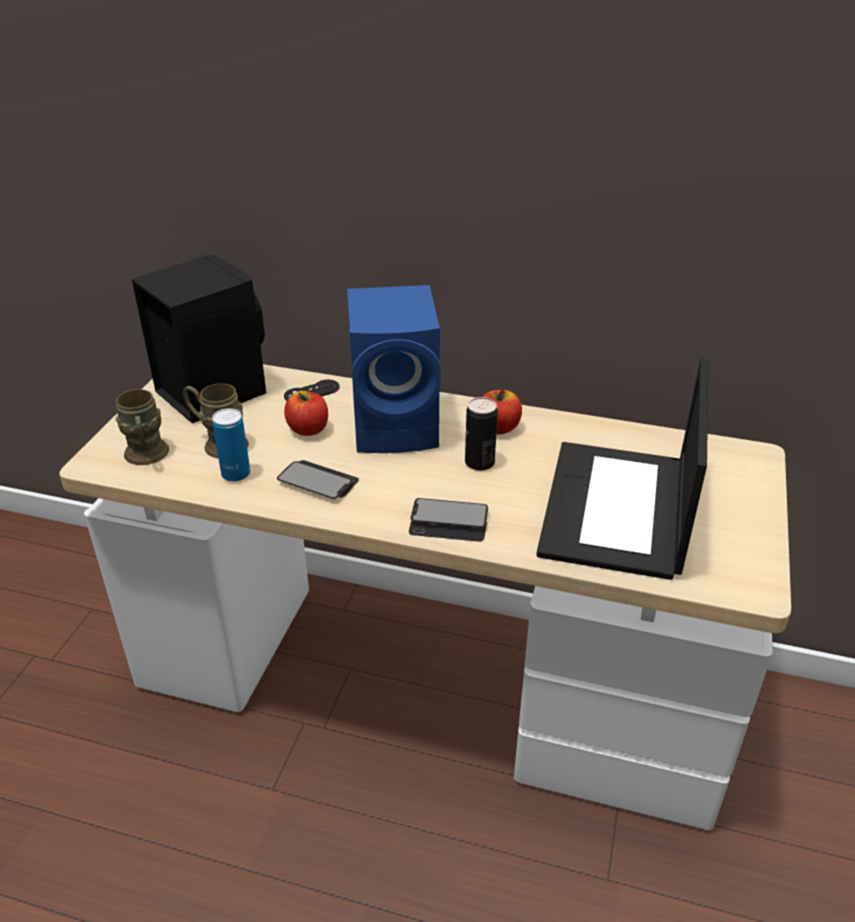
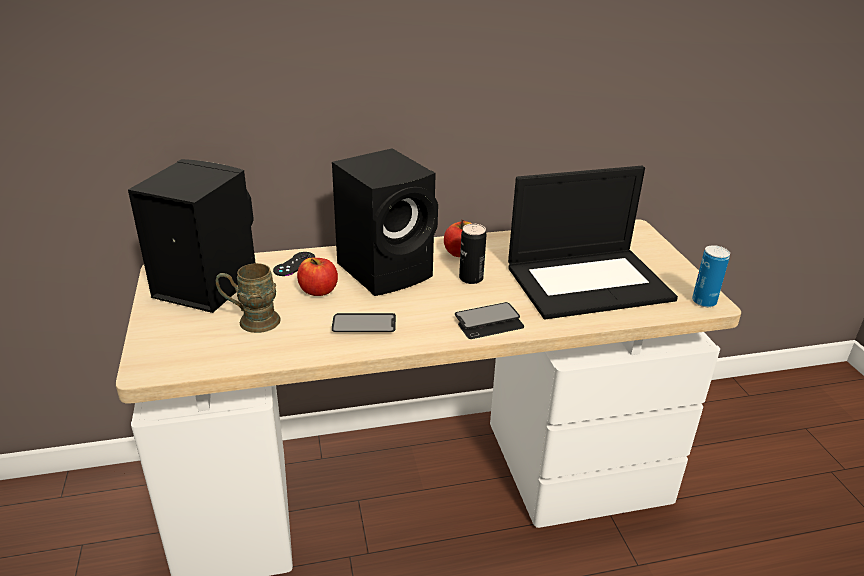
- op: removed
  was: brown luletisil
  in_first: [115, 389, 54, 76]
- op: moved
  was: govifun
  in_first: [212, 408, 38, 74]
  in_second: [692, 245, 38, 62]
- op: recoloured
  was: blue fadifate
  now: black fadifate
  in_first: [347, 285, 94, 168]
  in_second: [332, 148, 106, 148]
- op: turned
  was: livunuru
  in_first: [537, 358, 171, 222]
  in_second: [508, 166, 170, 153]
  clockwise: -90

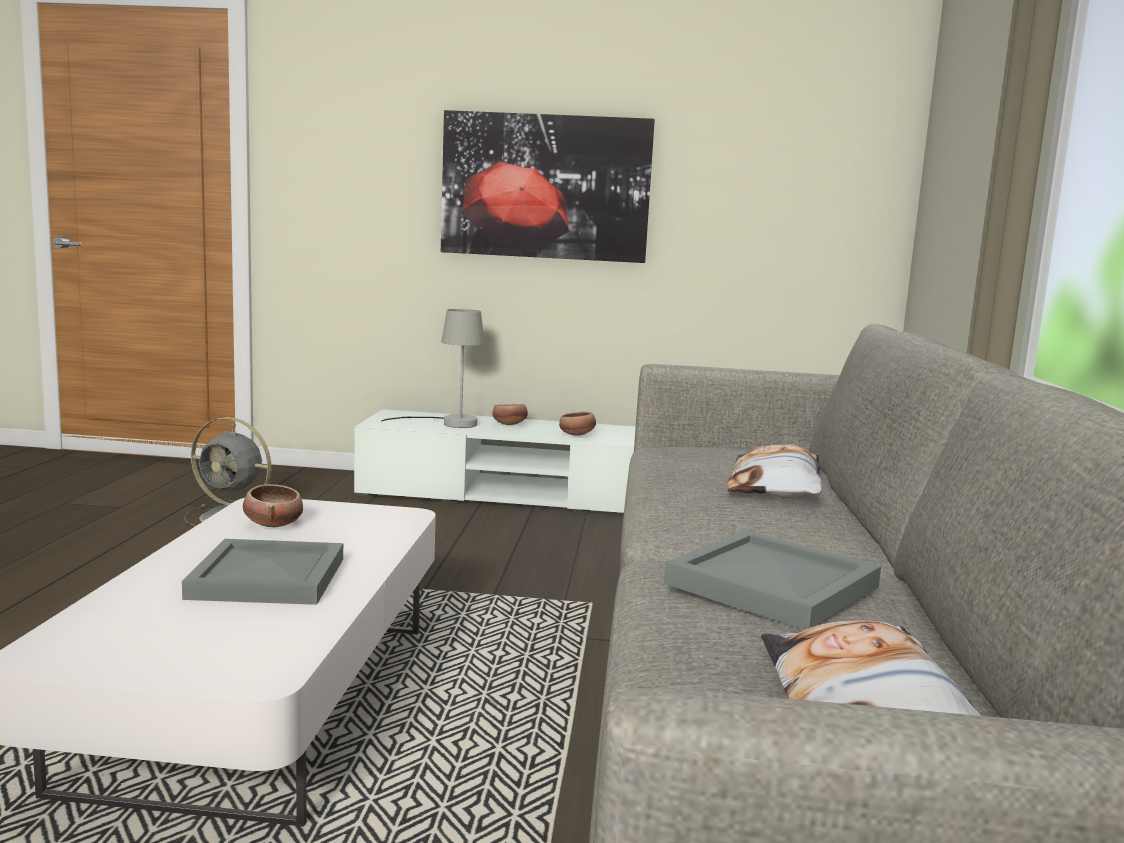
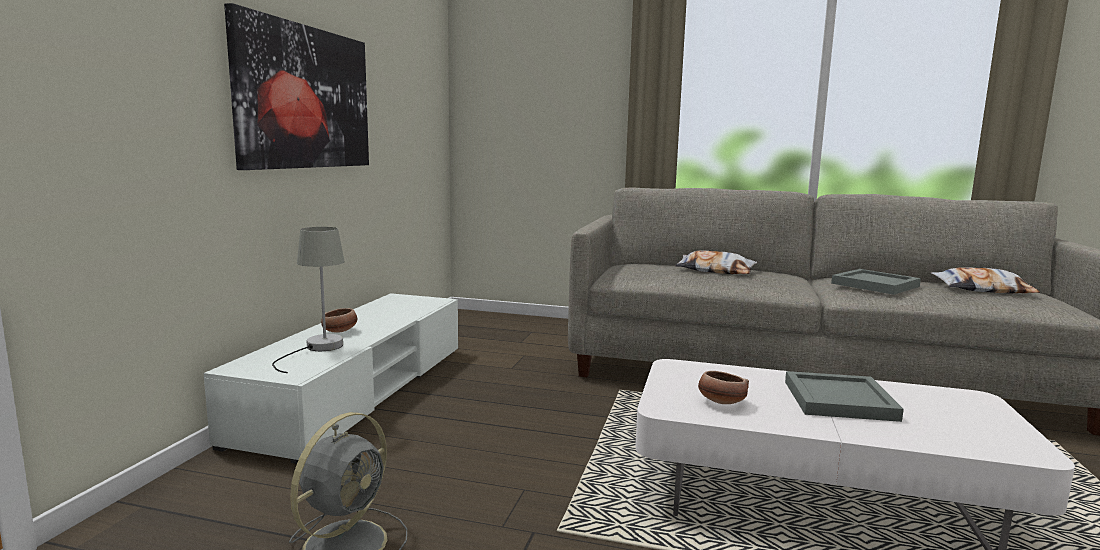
- op: removed
  was: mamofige
  in_first: [559, 412, 37, 24]

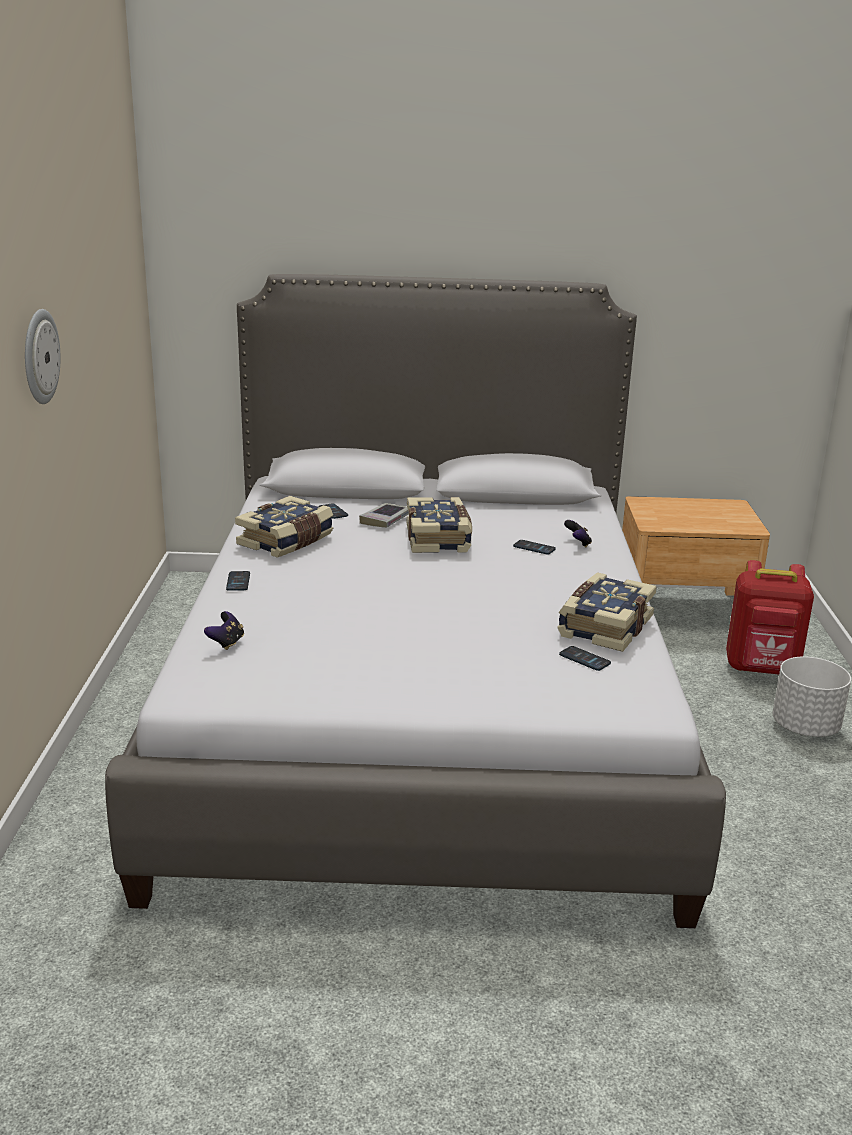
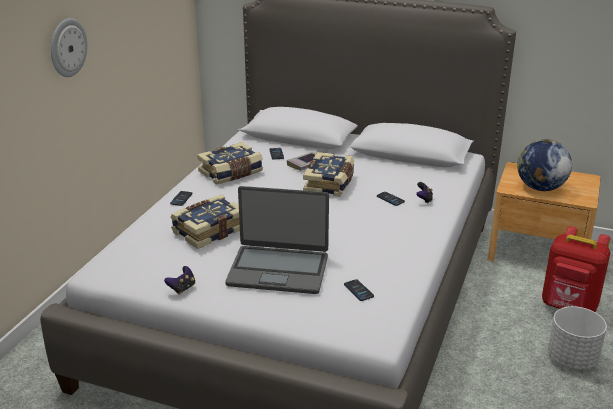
- op: added
  now: livunuru
  in_second: [225, 186, 104, 108]
- op: added
  now: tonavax
  in_second: [517, 139, 55, 52]
- op: moved
  was: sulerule
  in_first: [204, 611, 40, 39]
  in_second: [164, 266, 31, 28]
- op: moved
  was: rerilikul
  in_first: [557, 572, 100, 80]
  in_second: [170, 195, 70, 54]

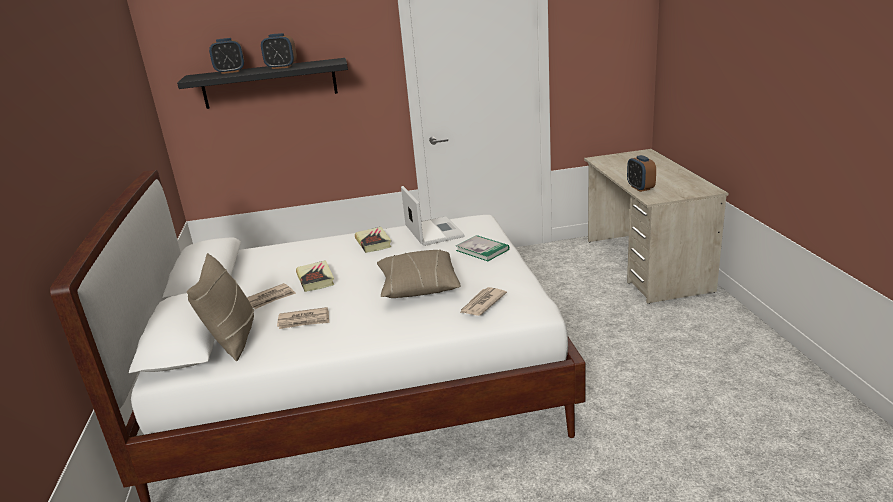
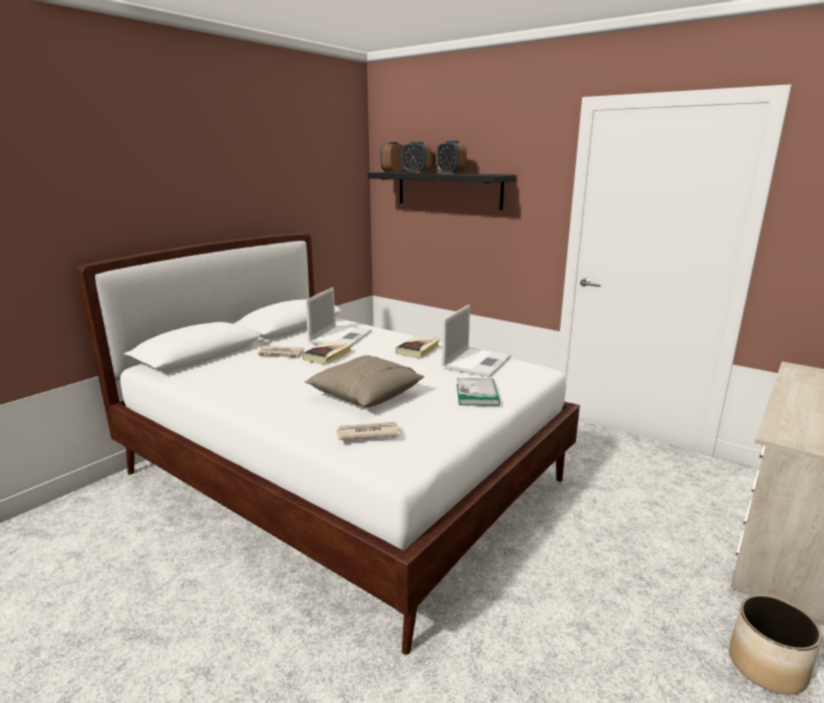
- op: removed
  was: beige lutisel
  in_first: [187, 253, 67, 108]
- op: removed
  was: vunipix
  in_first: [277, 307, 52, 22]
- op: added
  now: livunuru
  in_second: [305, 287, 67, 60]
- op: added
  now: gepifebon
  in_second: [729, 595, 93, 100]
- op: moved
  was: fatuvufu
  in_first: [627, 155, 29, 37]
  in_second: [380, 142, 23, 30]

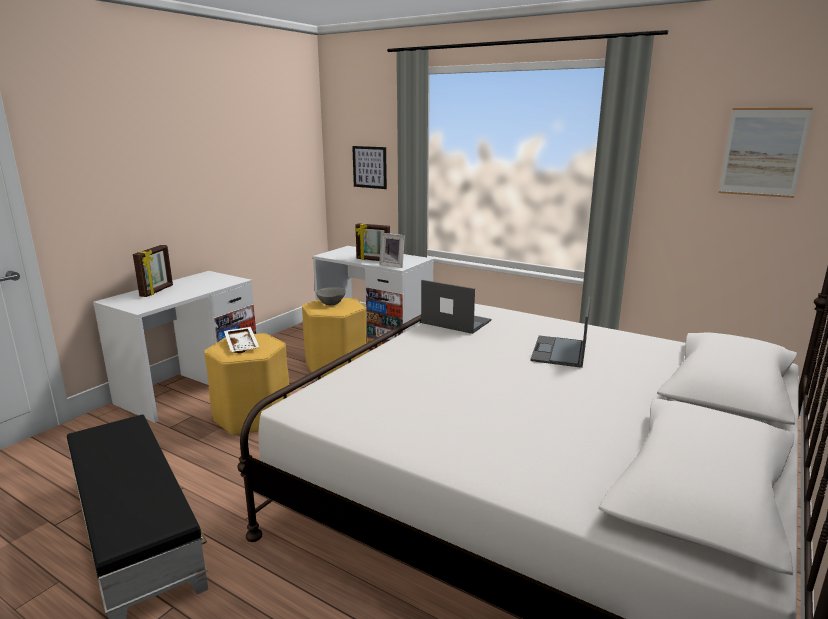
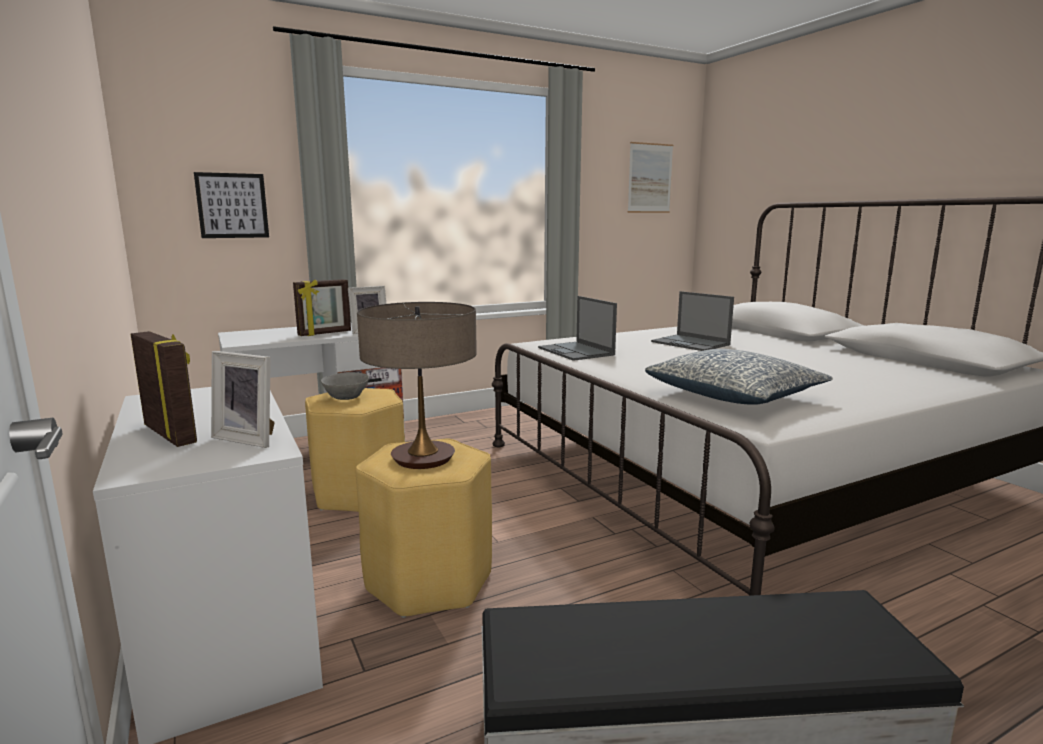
- op: added
  now: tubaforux
  in_second: [211, 351, 64, 97]
- op: added
  now: lutisel
  in_second: [645, 349, 188, 56]
- op: replaced
  was: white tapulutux
  now: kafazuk
  in_first: [224, 327, 35, 26]
  in_second: [357, 302, 120, 167]
- op: turned
  was: livunuru
  in_first: [421, 280, 70, 54]
  in_second: [538, 296, 79, 65]
  clockwise: -90

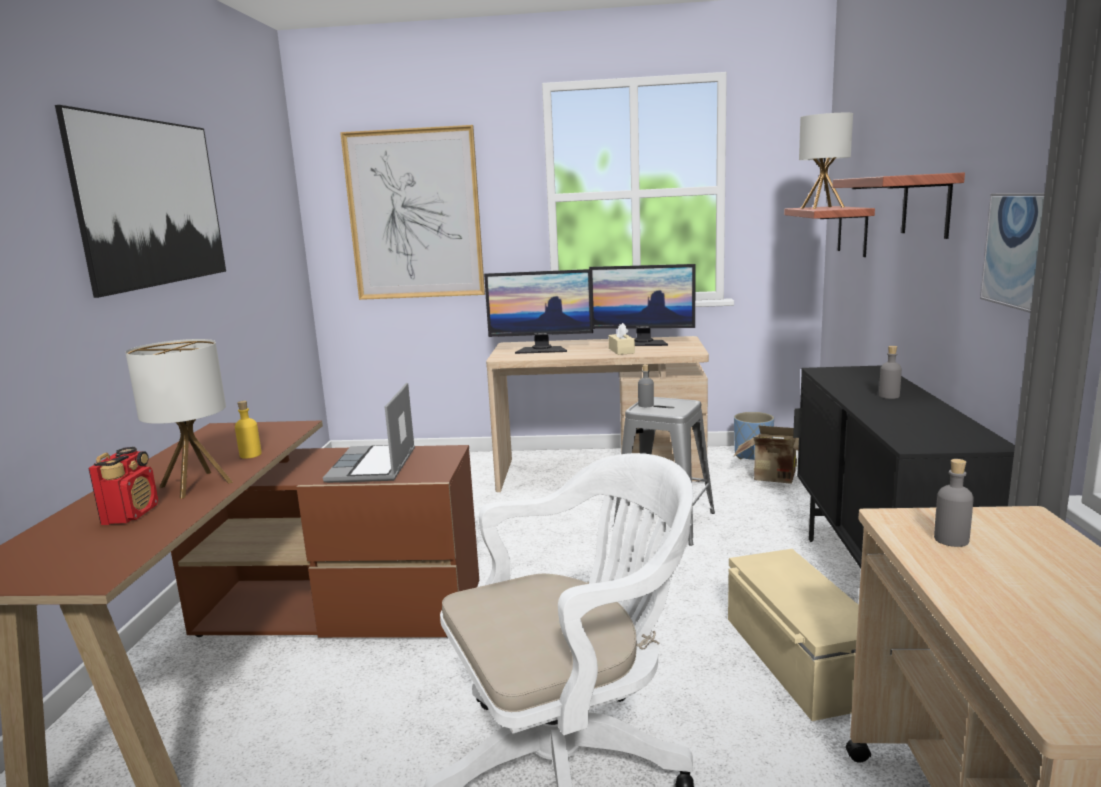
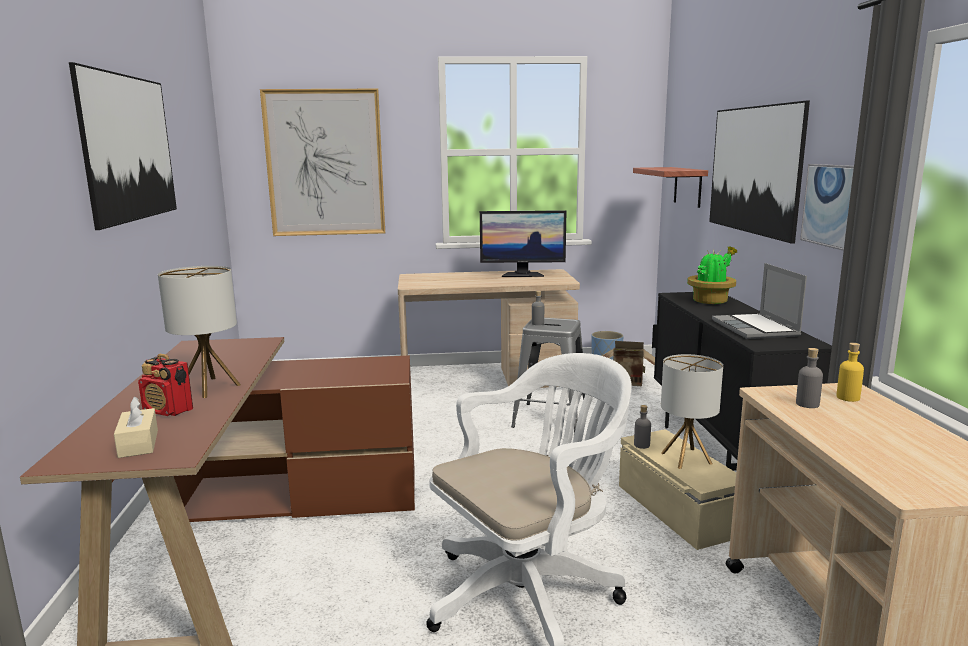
- op: removed
  was: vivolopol
  in_first: [484, 269, 109, 85]
- op: added
  now: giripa
  in_second: [687, 246, 50, 58]
- op: moved
  was: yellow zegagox
  in_first: [235, 401, 27, 58]
  in_second: [836, 343, 28, 59]
- op: moved
  was: livunuru
  in_first: [323, 383, 92, 100]
  in_second: [712, 263, 95, 76]
- op: moved
  was: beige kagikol
  in_first: [608, 323, 27, 32]
  in_second: [114, 397, 44, 61]
- op: moved
  was: kafazuk
  in_first: [799, 113, 54, 96]
  in_second: [661, 354, 62, 115]
- op: moved
  was: grey zegagox
  in_first: [879, 346, 23, 53]
  in_second: [634, 405, 17, 44]
- op: replaced
  was: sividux
  now: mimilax
  in_first: [832, 172, 133, 67]
  in_second: [709, 101, 101, 143]
- op: turned
  was: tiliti
  in_first: [88, 447, 70, 78]
  in_second: [138, 354, 55, 62]
  clockwise: 120

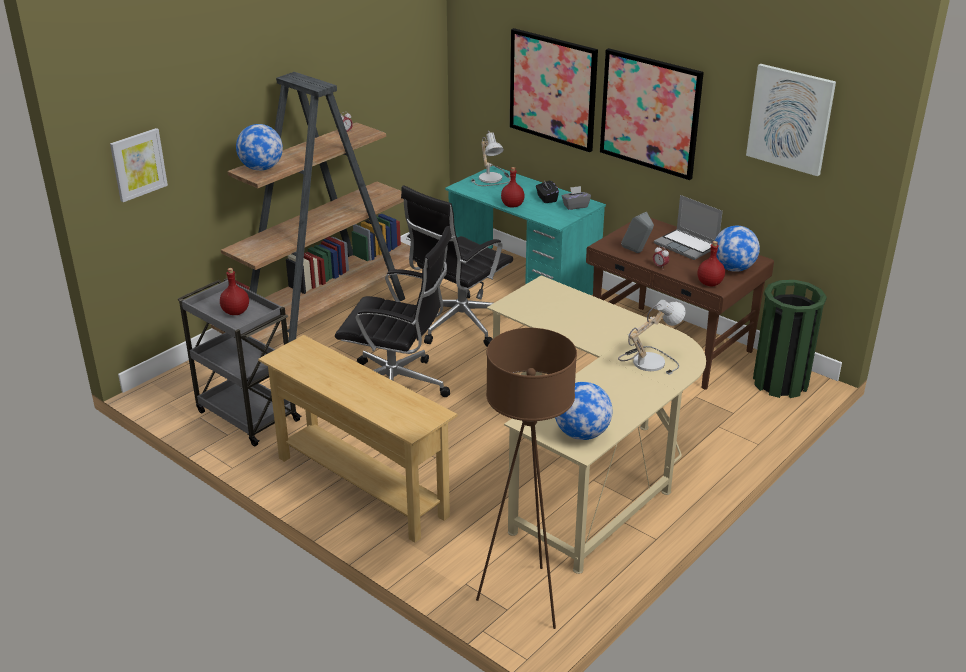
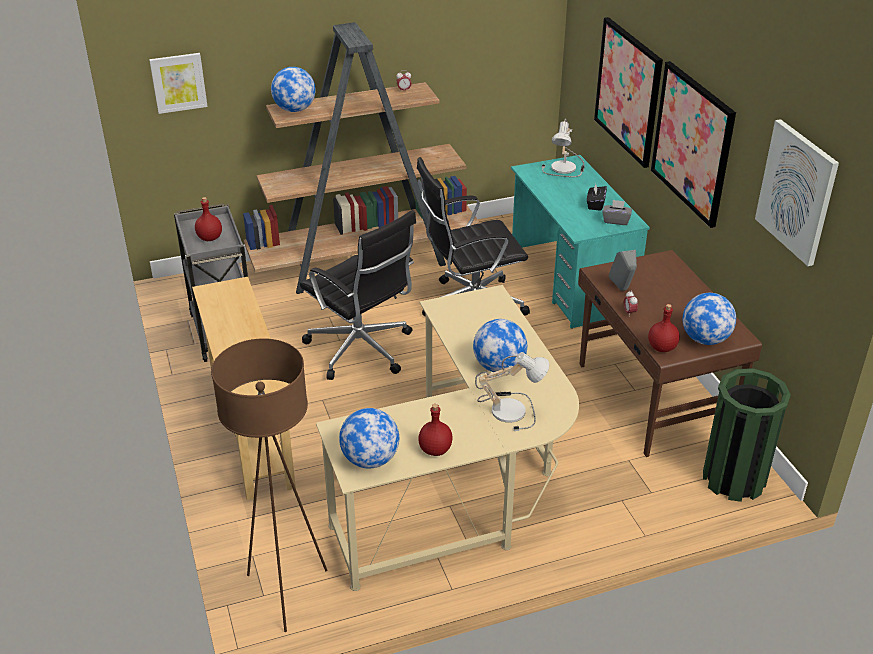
- op: removed
  was: livunuru
  in_first: [654, 195, 69, 65]
- op: added
  now: tonavax
  in_second: [473, 319, 54, 53]
- op: moved
  was: red zegagox
  in_first: [501, 167, 24, 41]
  in_second: [418, 404, 35, 52]

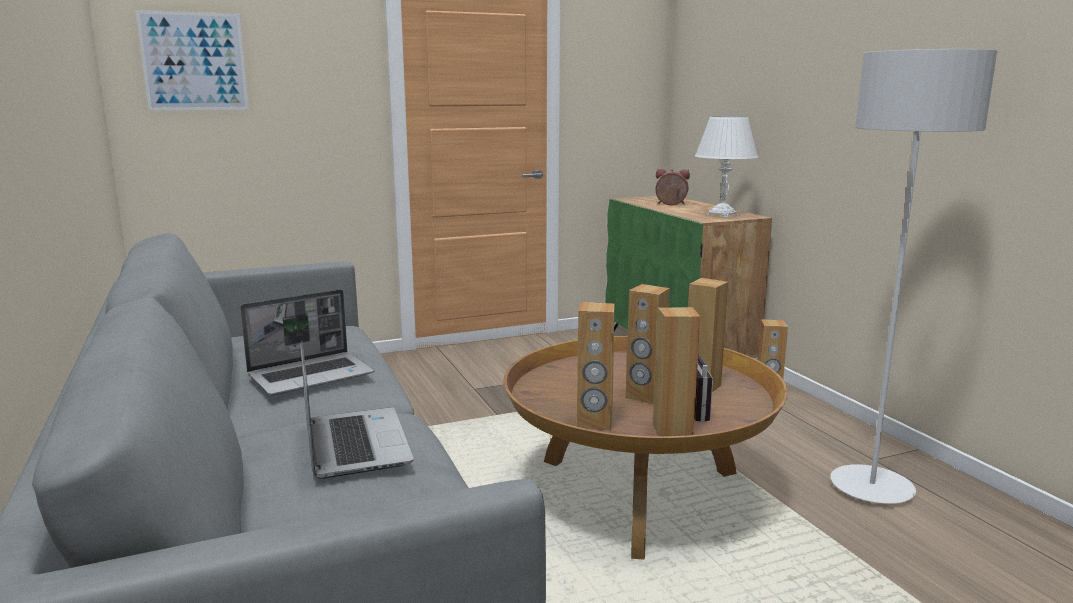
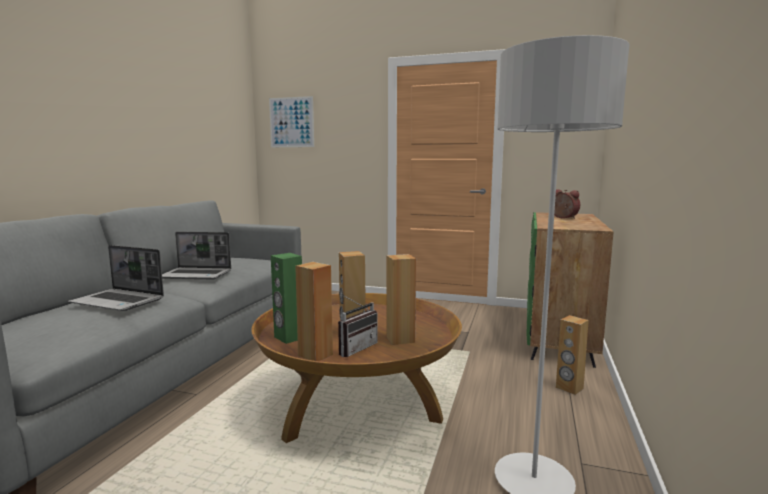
- op: removed
  was: white kafazuk
  in_first: [695, 116, 63, 102]
- op: recoloured
  was: brown fadifate
  now: green fadifate
  in_first: [577, 302, 37, 129]
  in_second: [271, 253, 31, 91]
- op: turned
  was: livunuru
  in_first: [300, 341, 114, 138]
  in_second: [68, 245, 96, 66]
  clockwise: 90

